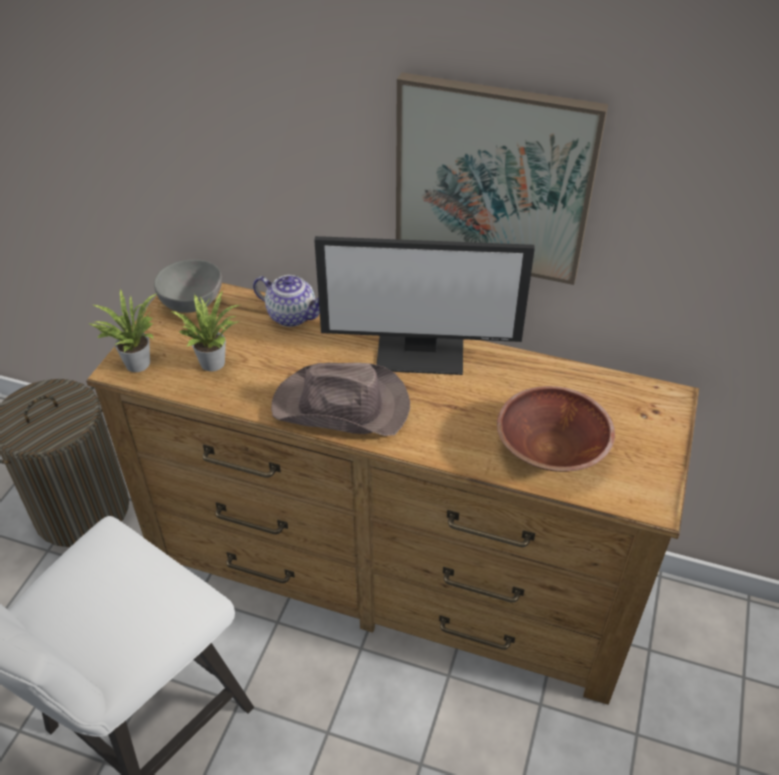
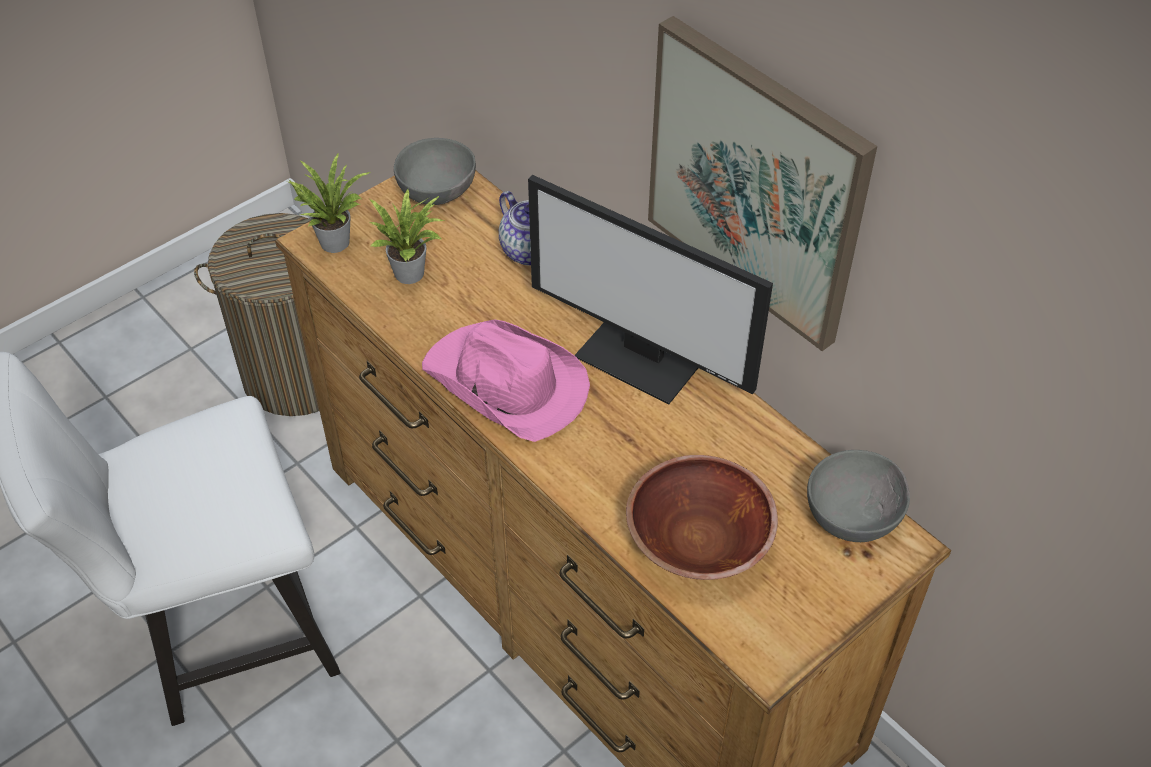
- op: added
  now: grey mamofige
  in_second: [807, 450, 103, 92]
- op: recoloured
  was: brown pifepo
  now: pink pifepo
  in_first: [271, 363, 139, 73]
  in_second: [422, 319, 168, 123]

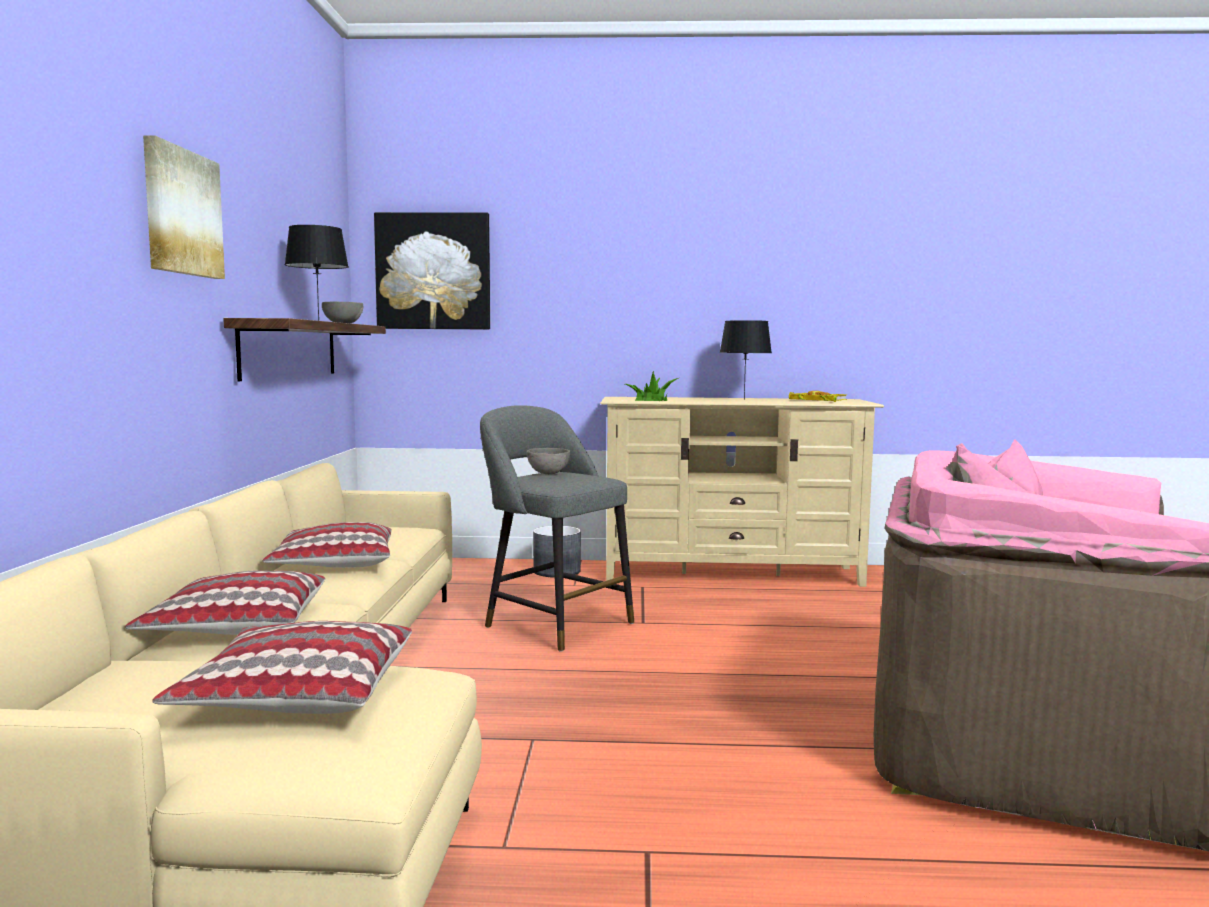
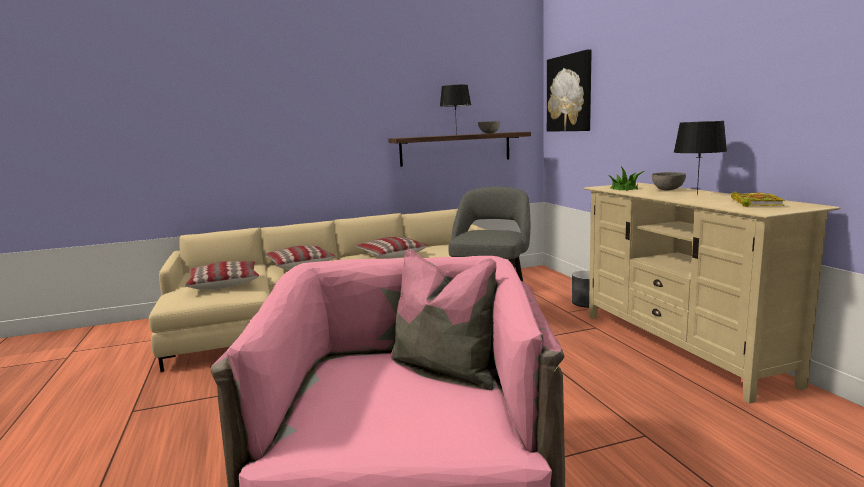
- op: removed
  was: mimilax
  in_first: [143, 135, 82, 144]
- op: moved
  was: grey mamofige
  in_first: [527, 448, 43, 26]
  in_second: [652, 172, 34, 18]

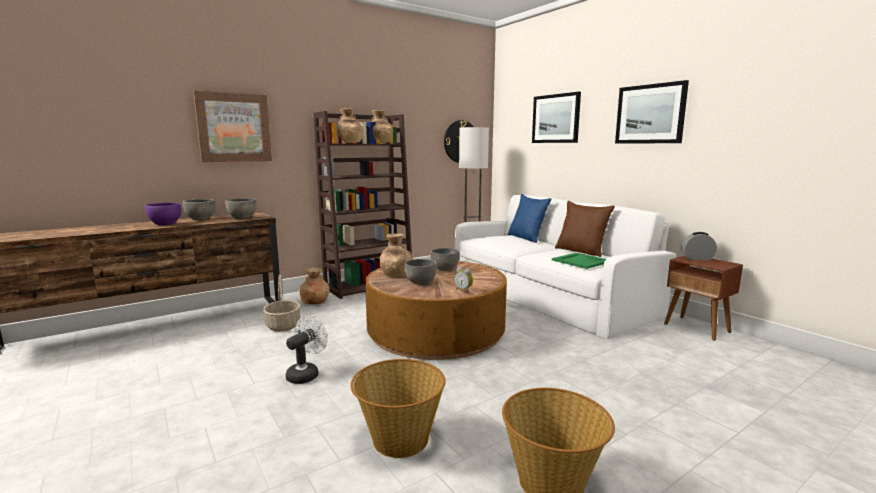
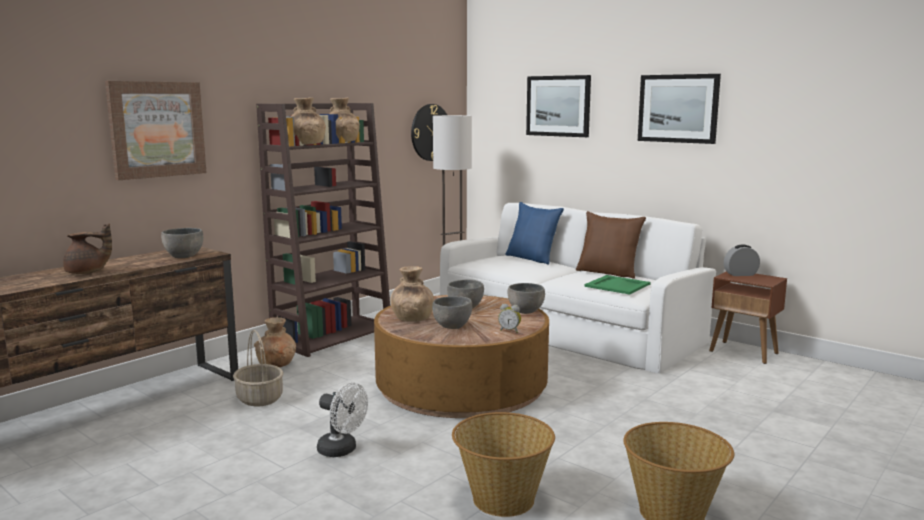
- op: moved
  was: grey mamofige
  in_first: [183, 199, 33, 21]
  in_second: [507, 283, 38, 31]
- op: replaced
  was: purple mamofige
  now: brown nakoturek
  in_first: [145, 203, 36, 22]
  in_second: [63, 223, 49, 51]
- op: turned
  was: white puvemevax
  in_first: [286, 315, 42, 69]
  in_second: [317, 383, 51, 74]
  clockwise: 105

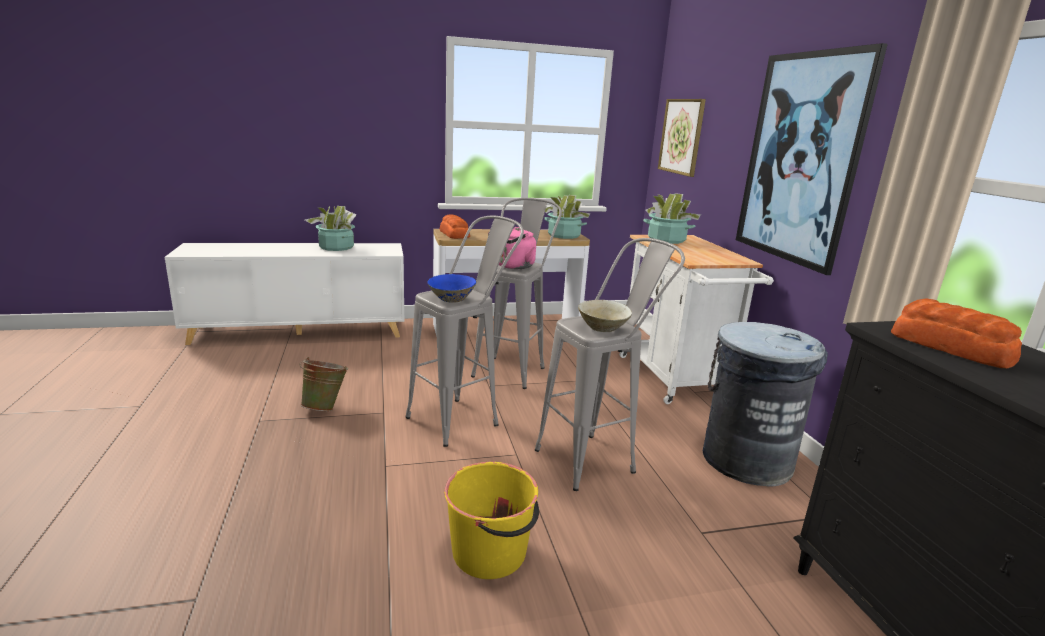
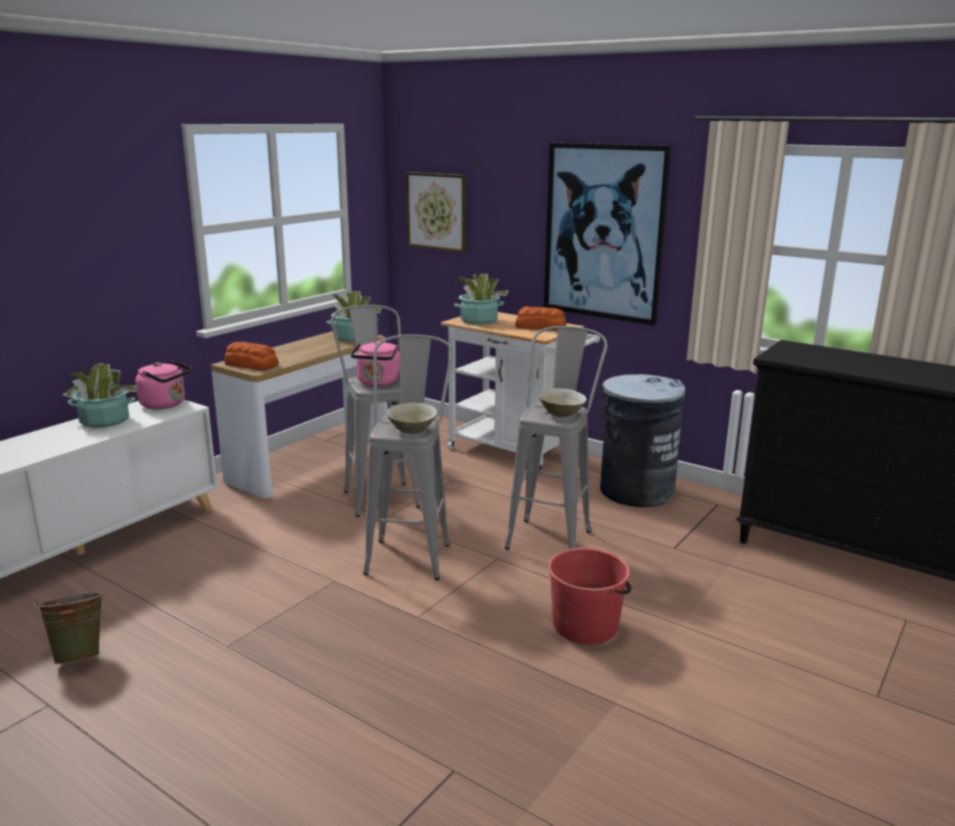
- op: added
  now: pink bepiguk
  in_second: [135, 360, 57, 49]
- op: moved
  was: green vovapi
  in_first: [300, 357, 48, 54]
  in_second: [35, 590, 70, 74]
- op: moved
  was: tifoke
  in_first: [891, 298, 131, 70]
  in_second: [515, 306, 51, 25]
- op: recoloured
  was: blue mamofige
  now: beige mamofige
  in_first: [427, 274, 49, 29]
  in_second: [386, 403, 51, 31]
- op: recoloured
  was: yellow vovapi
  now: red vovapi
  in_first: [444, 462, 95, 117]
  in_second: [548, 548, 84, 97]

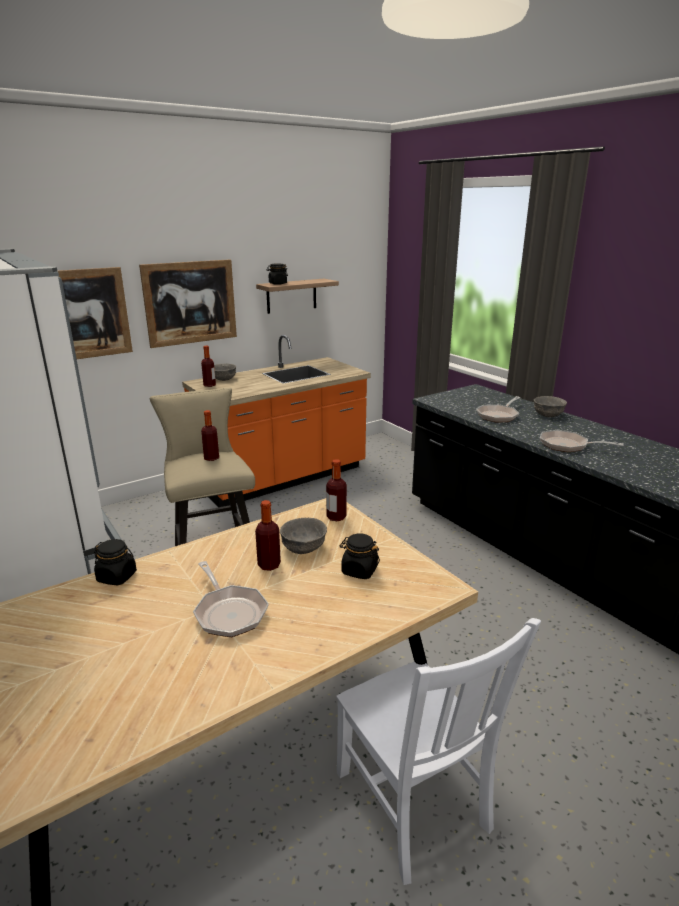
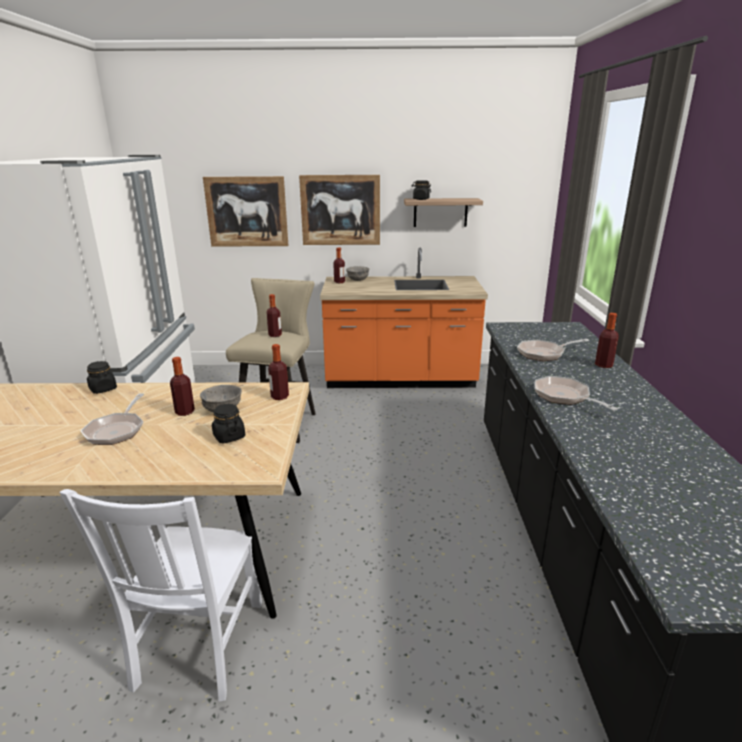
- op: replaced
  was: grey mamofige
  now: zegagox
  in_first: [534, 396, 33, 21]
  in_second: [595, 313, 24, 55]

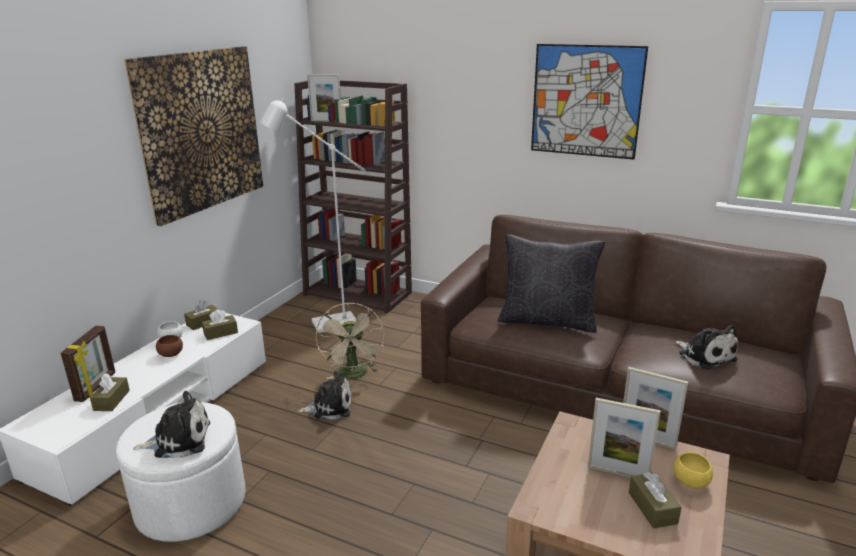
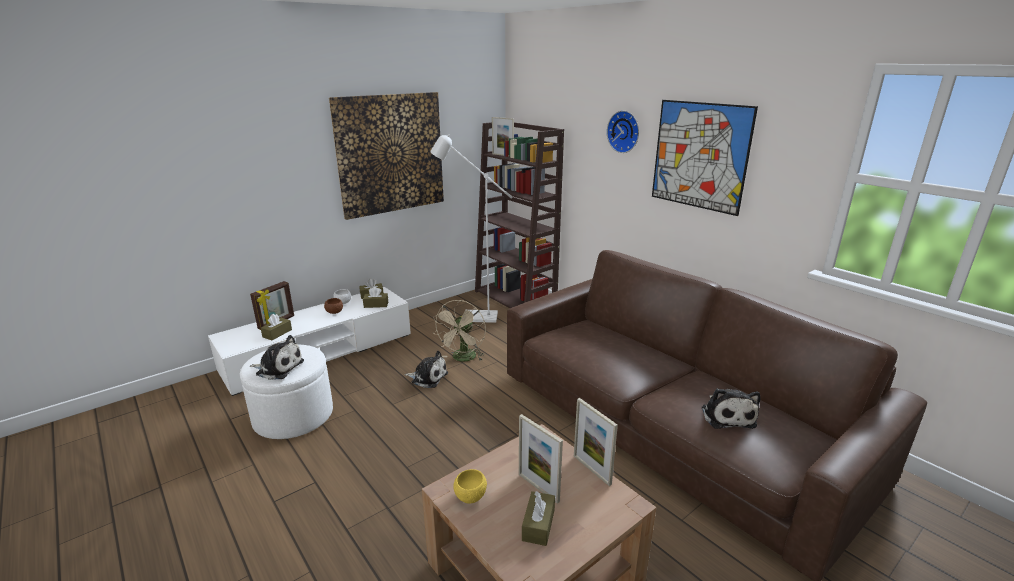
- op: removed
  was: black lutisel
  in_first: [498, 234, 107, 99]
- op: added
  now: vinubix
  in_second: [607, 111, 32, 42]
- op: moved
  was: yellow mamofige
  in_first: [673, 452, 40, 37]
  in_second: [453, 469, 34, 35]

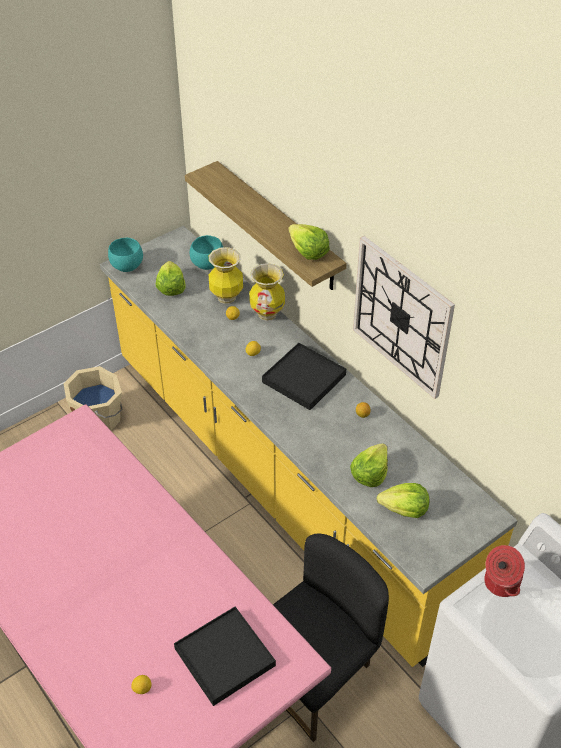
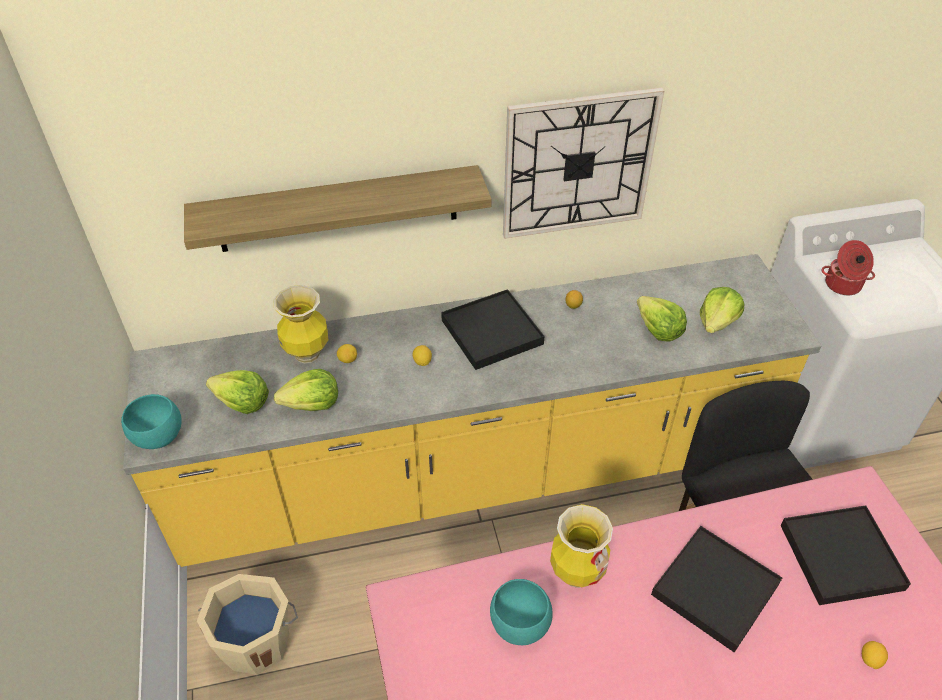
- op: added
  now: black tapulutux
  in_second: [651, 526, 131, 126]
- op: moved
  was: turquoise mamofige
  in_first: [190, 235, 33, 35]
  in_second: [490, 579, 63, 66]
- op: moved
  was: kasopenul
  in_first: [249, 263, 36, 58]
  in_second: [550, 504, 63, 84]
- op: moved
  was: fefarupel
  in_first: [288, 224, 42, 36]
  in_second: [274, 369, 64, 42]

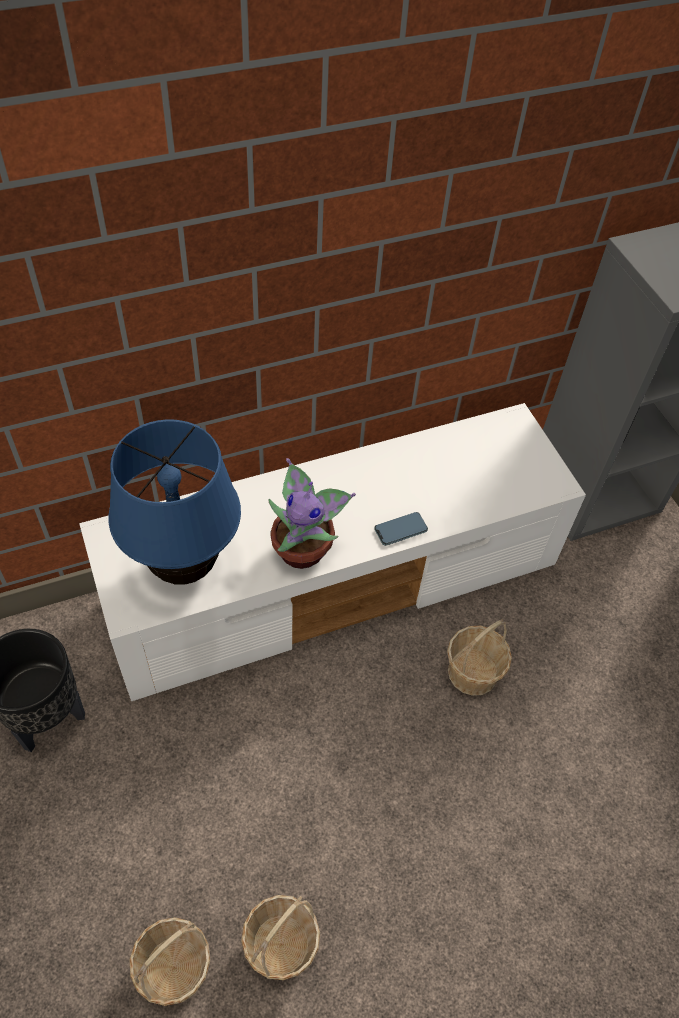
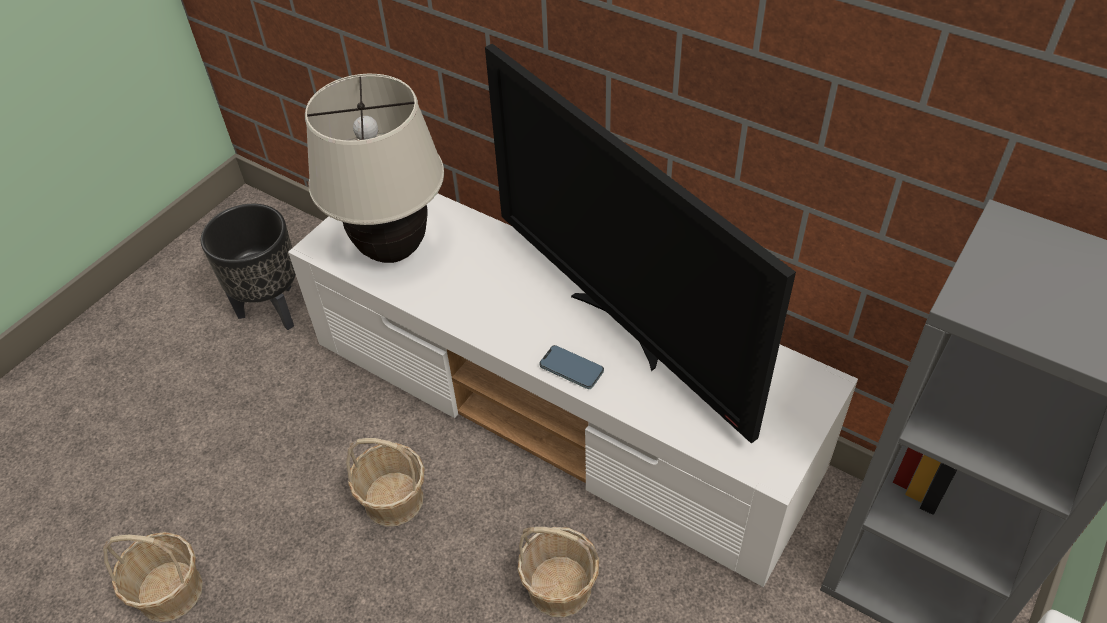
- op: removed
  was: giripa
  in_first: [268, 458, 88, 111]
- op: added
  now: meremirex
  in_second: [485, 44, 311, 400]
- op: moved
  was: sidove
  in_first: [129, 917, 81, 89]
  in_second: [346, 438, 79, 88]
- op: recoloured
  was: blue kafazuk
  now: beige kafazuk
  in_first: [108, 419, 133, 166]
  in_second: [305, 74, 139, 189]

